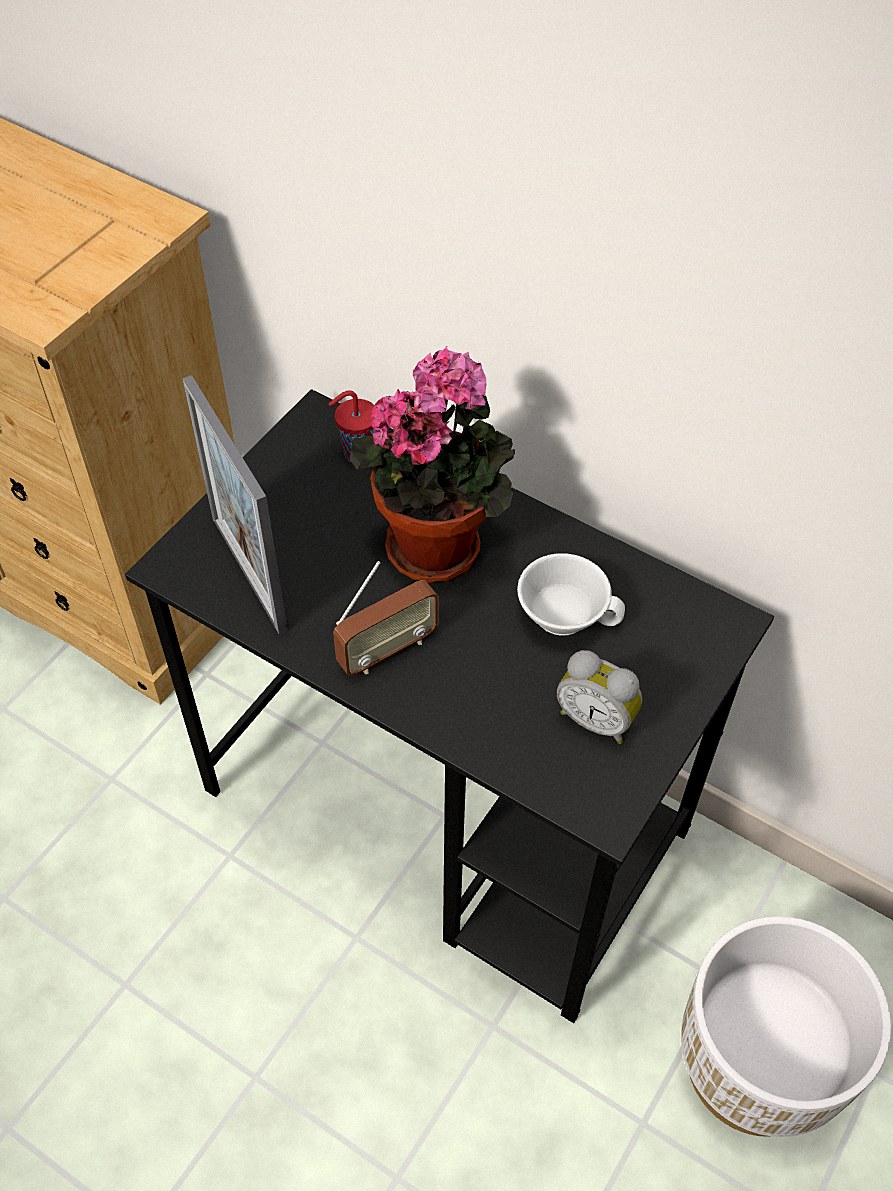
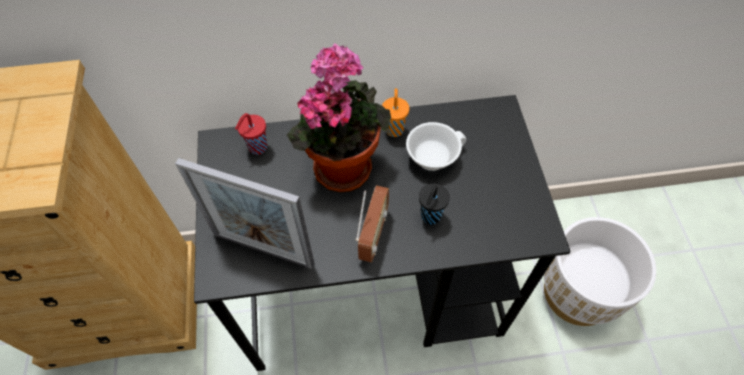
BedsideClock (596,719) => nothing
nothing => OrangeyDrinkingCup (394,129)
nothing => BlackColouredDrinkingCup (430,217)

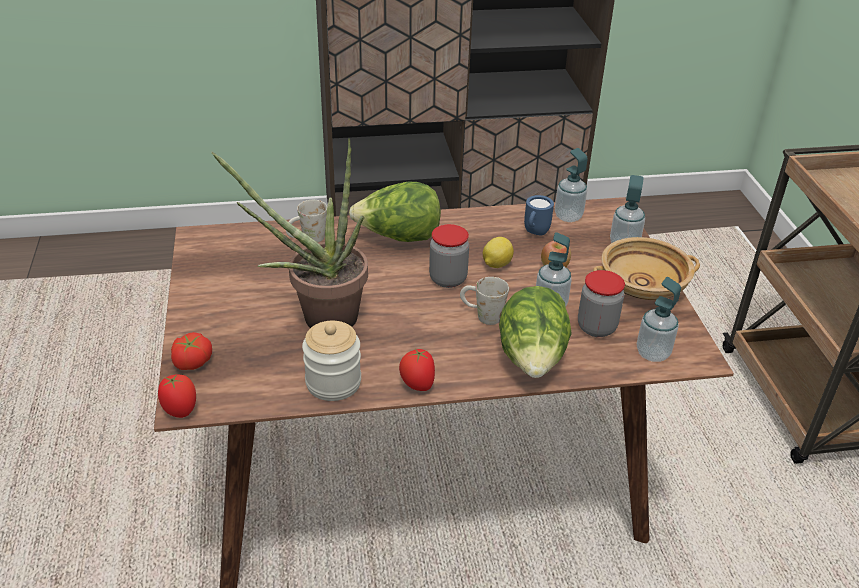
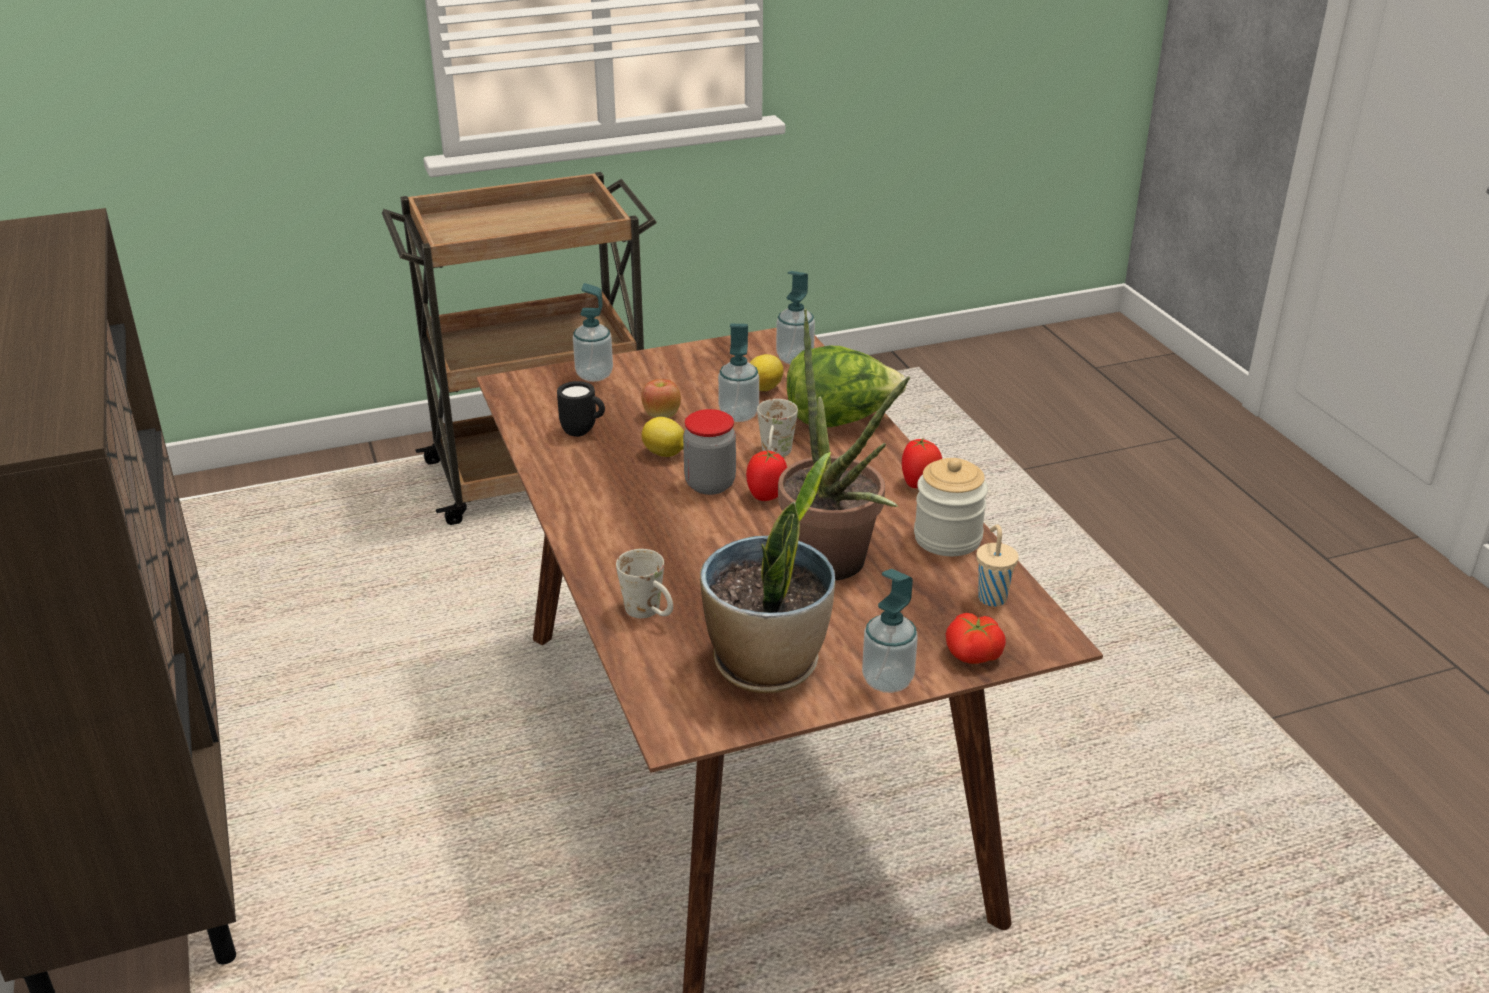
HeadOfLettuce (398,238) => nothing
SandColouredBowl (642,287) => nothing
nothing => Houseplant (767,665)
nothing => SandColouredDrinkingCup (991,597)
WholeTomato (180,410) => WholeTomato (767,495), moved
LiquidSoapBottle (568,216) => LiquidSoapBottle (887,680), moved
PreserveJar (596,327) => CitrusFruit (765,387)
BlueMug (535,233) => BlackColouredMug (583,432)

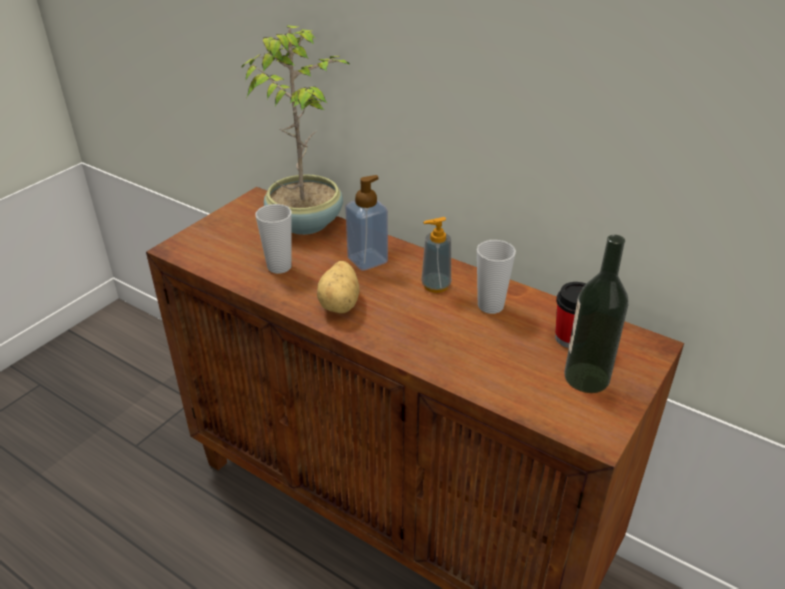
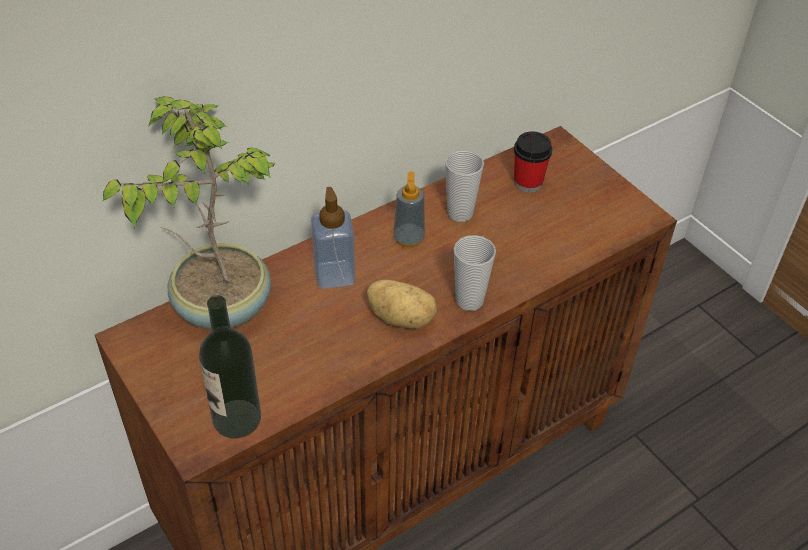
DrinkingCup (279,267) => DrinkingCup (469,300), moved
Bottle (586,377) => Bottle (237,418), moved

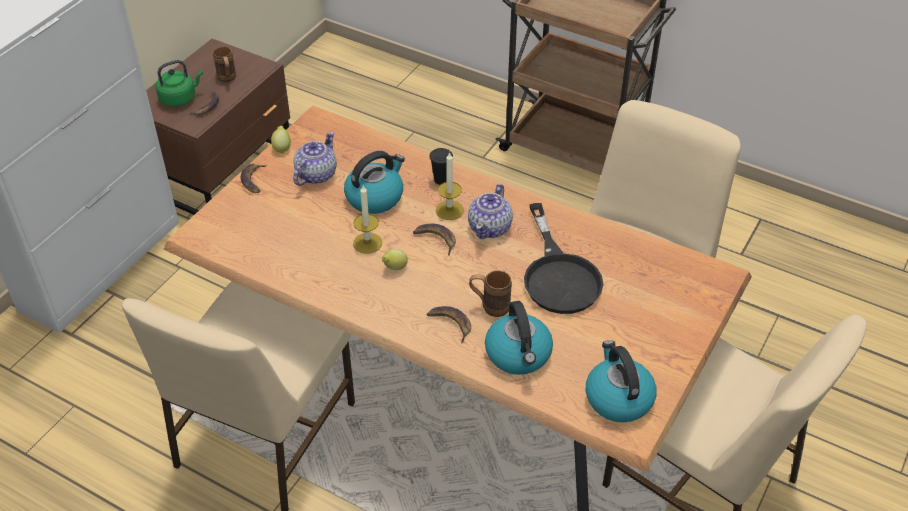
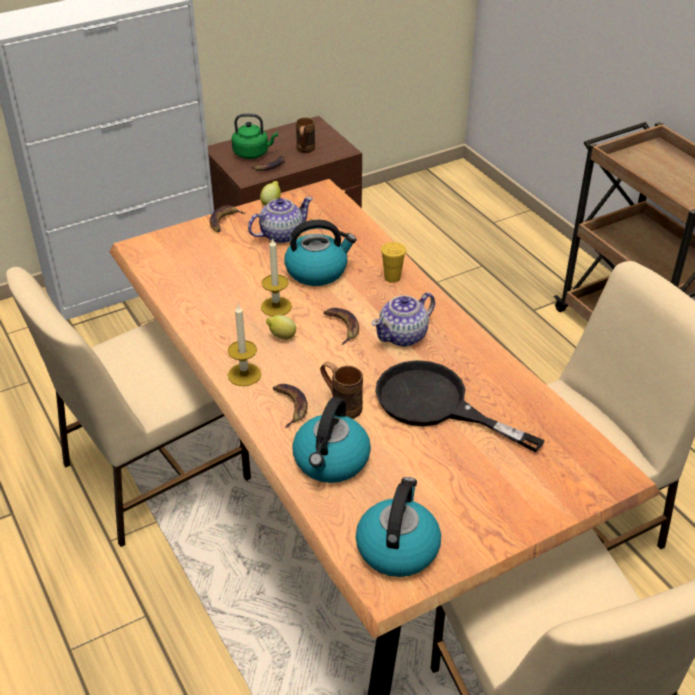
Candle (449,210) => Candle (244,374), moved
BlackColouredDrinkingCup (441,180) => YellowColouredDrinkingCup (392,278)
BlackColouredPan (559,275) => BlackColouredPan (435,405), 105 degrees clockwise

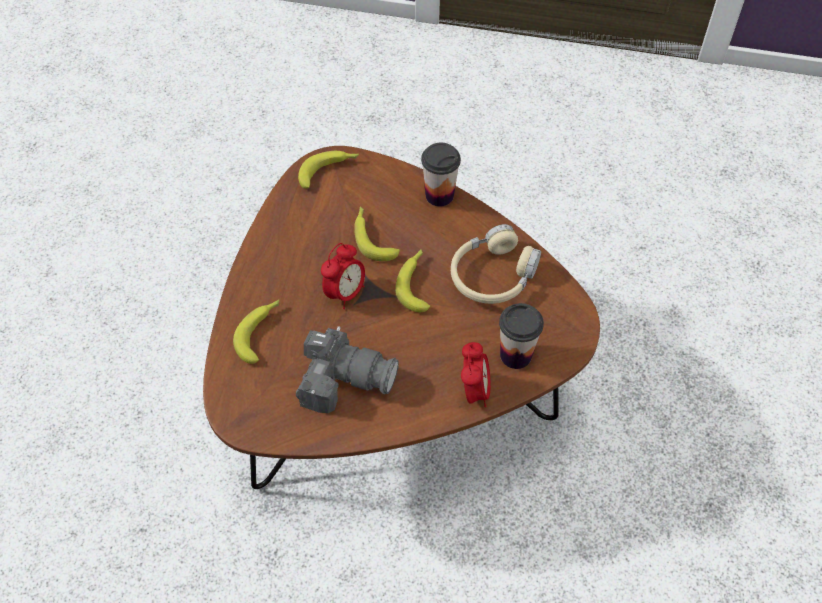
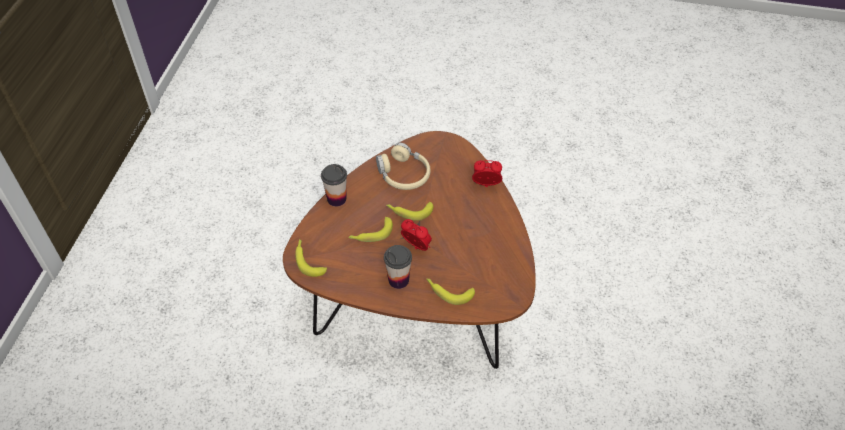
StillCamera (344,379) => nothing
DrinkingCup (515,355) => DrinkingCup (398,280), moved

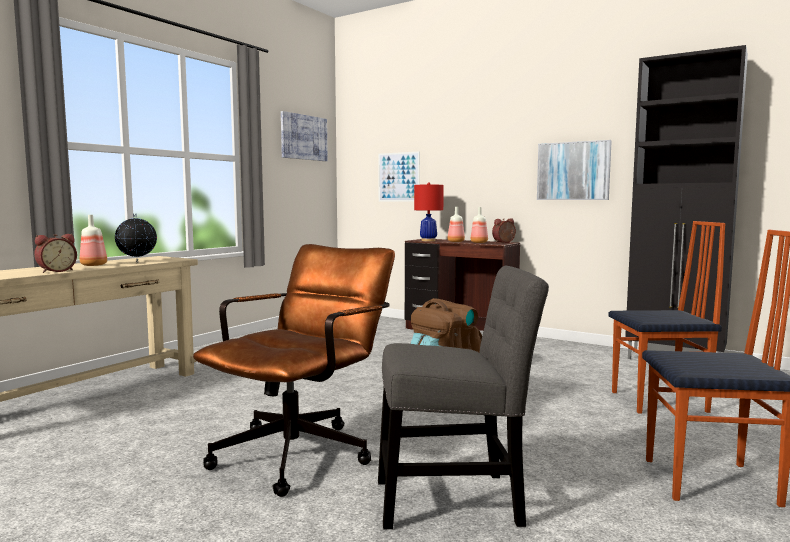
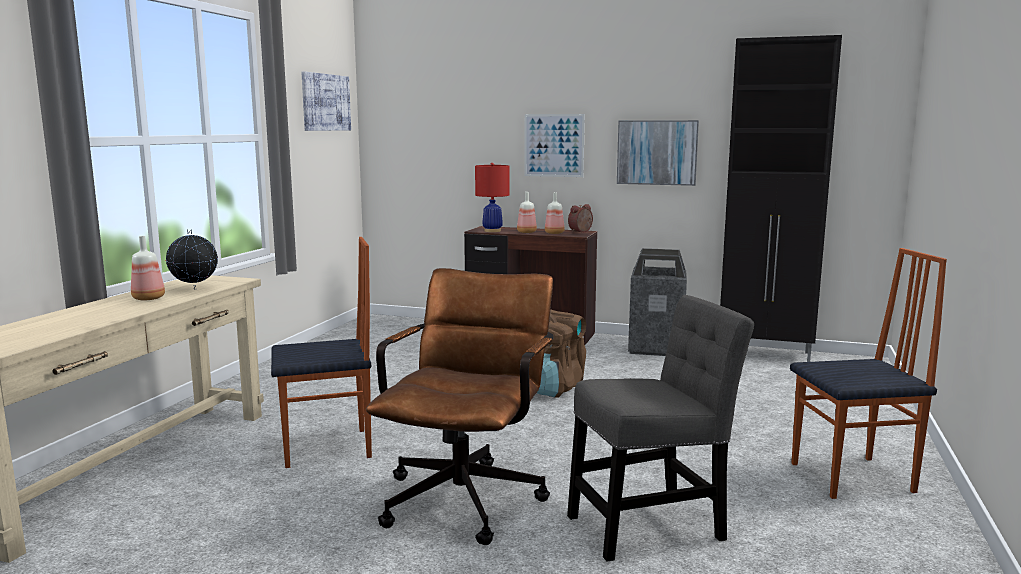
BedsideClock (56,271) => nothing
nothing => WasteBin (655,348)
Picture (398,177) => Picture (554,145), moved
UprightChair (660,402) => UprightChair (328,448), moved

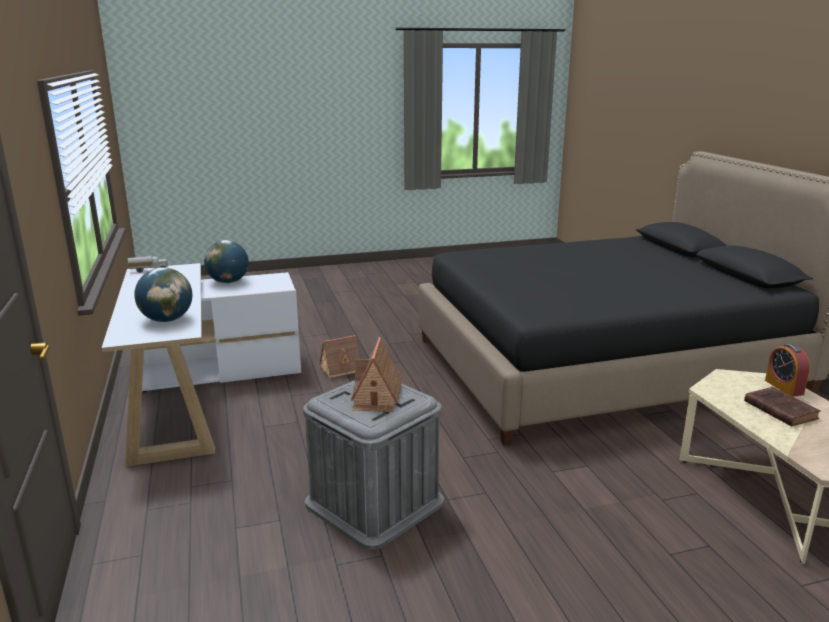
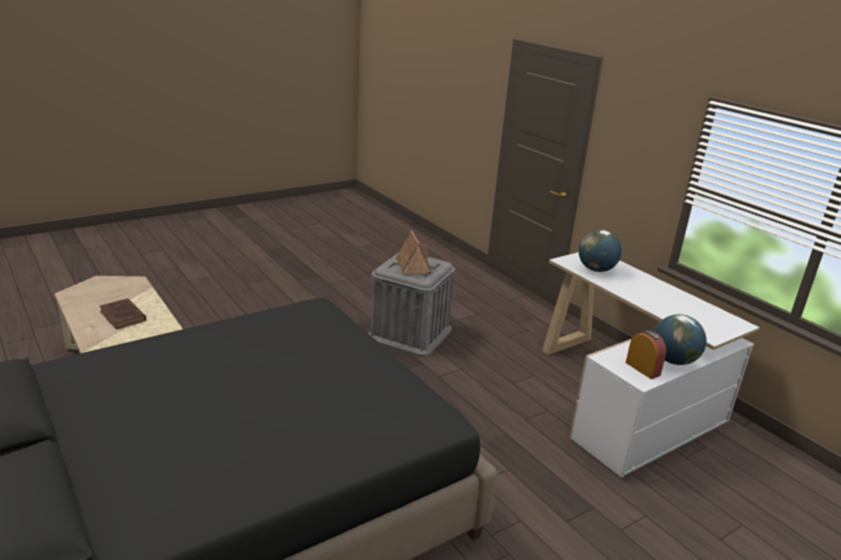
ToyTruck (149,270) => nothing
ToyHouse (343,369) => nothing
BedsideClock (784,387) => BedsideClock (642,369), moved

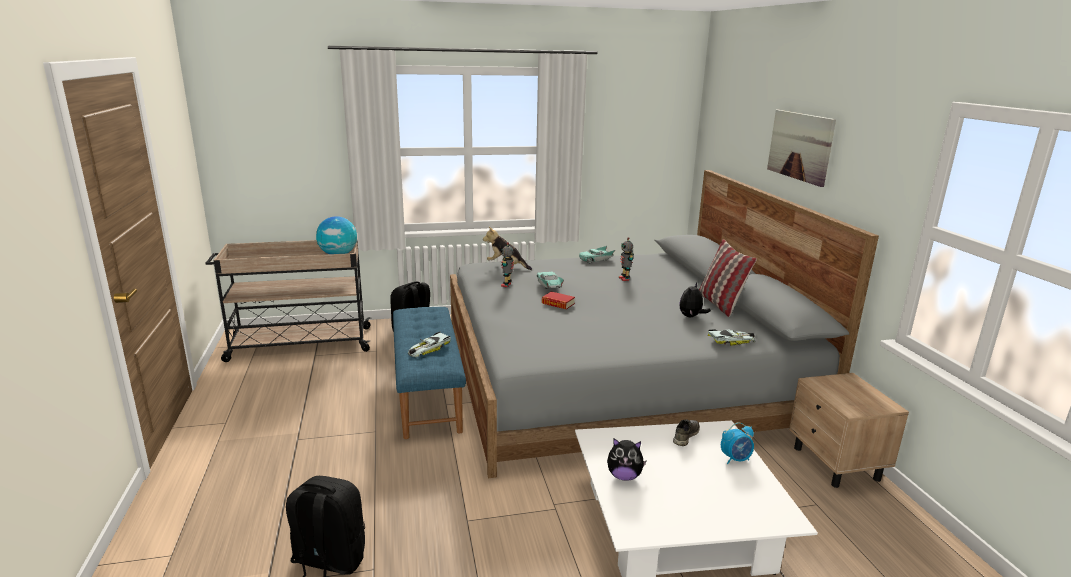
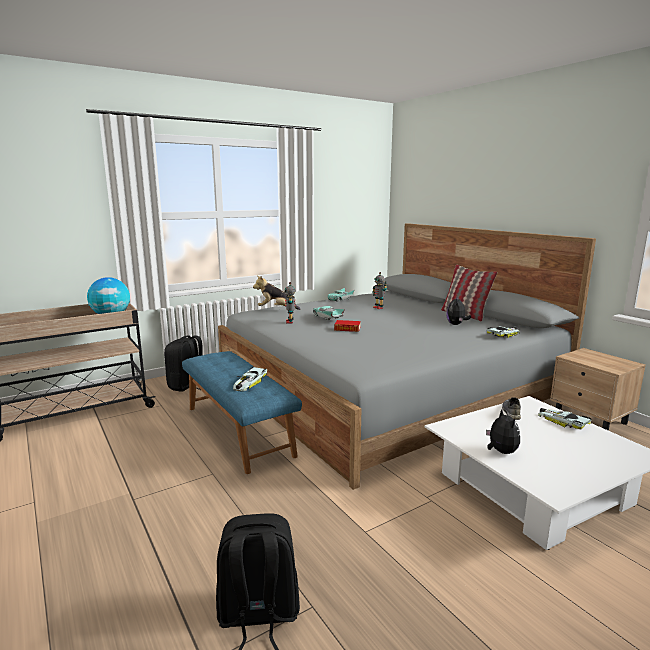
Picture (800,146) => nothing
BedsideClock (735,459) => ToyCar (562,421)
CuddlyToy (624,476) => CuddlyToy (501,451), 90 degrees counterclockwise

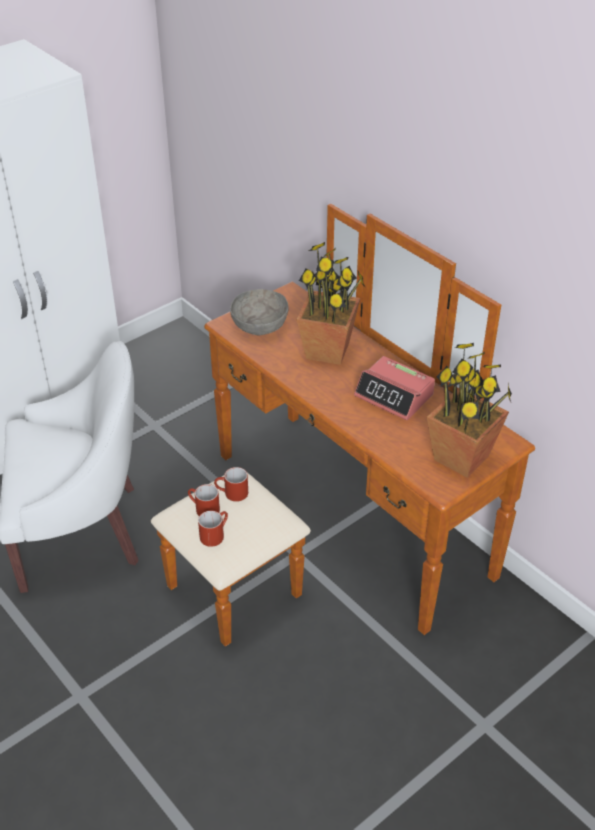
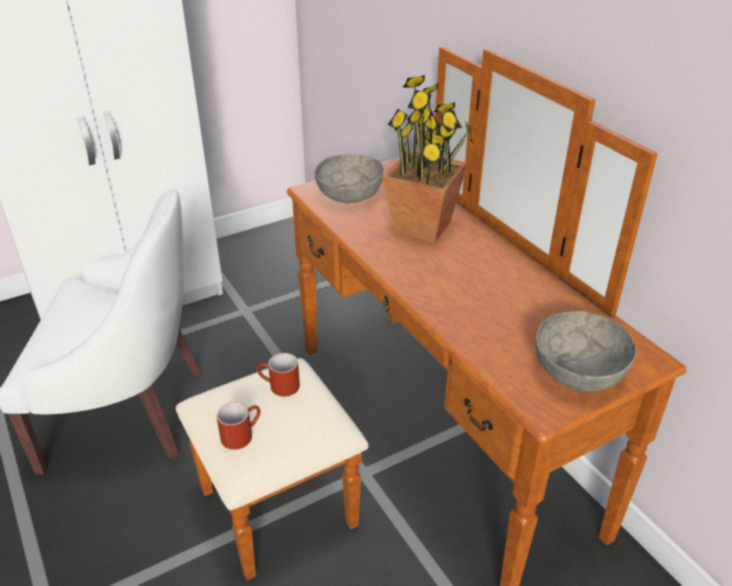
RedMug (203,509) => nothing
BedsideClock (394,395) => nothing
Houseplant (461,457) => GreyBowl (578,370)

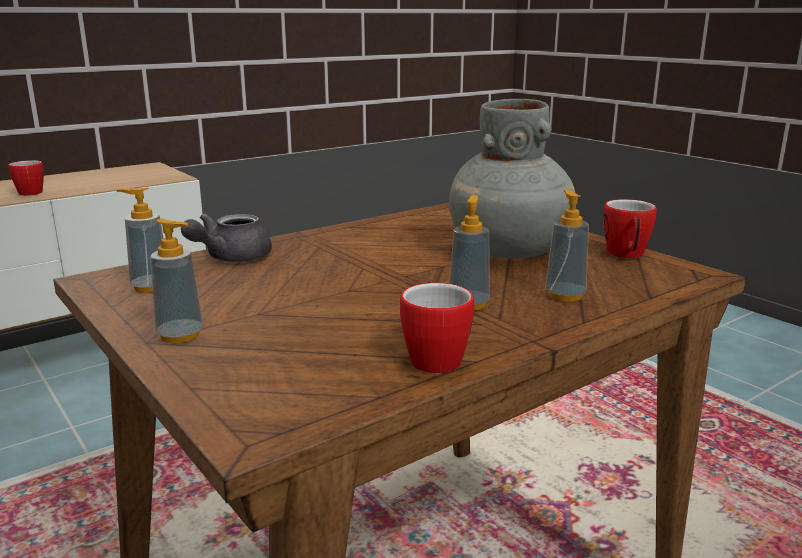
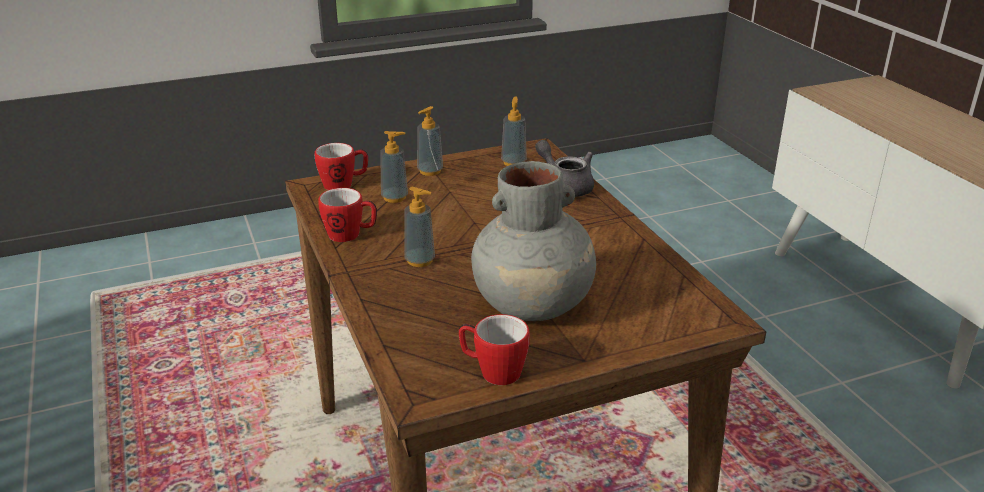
Mug (30,192) => Mug (344,185), moved
LiquidSoapBottle (565,295) => LiquidSoapBottle (394,197), moved

